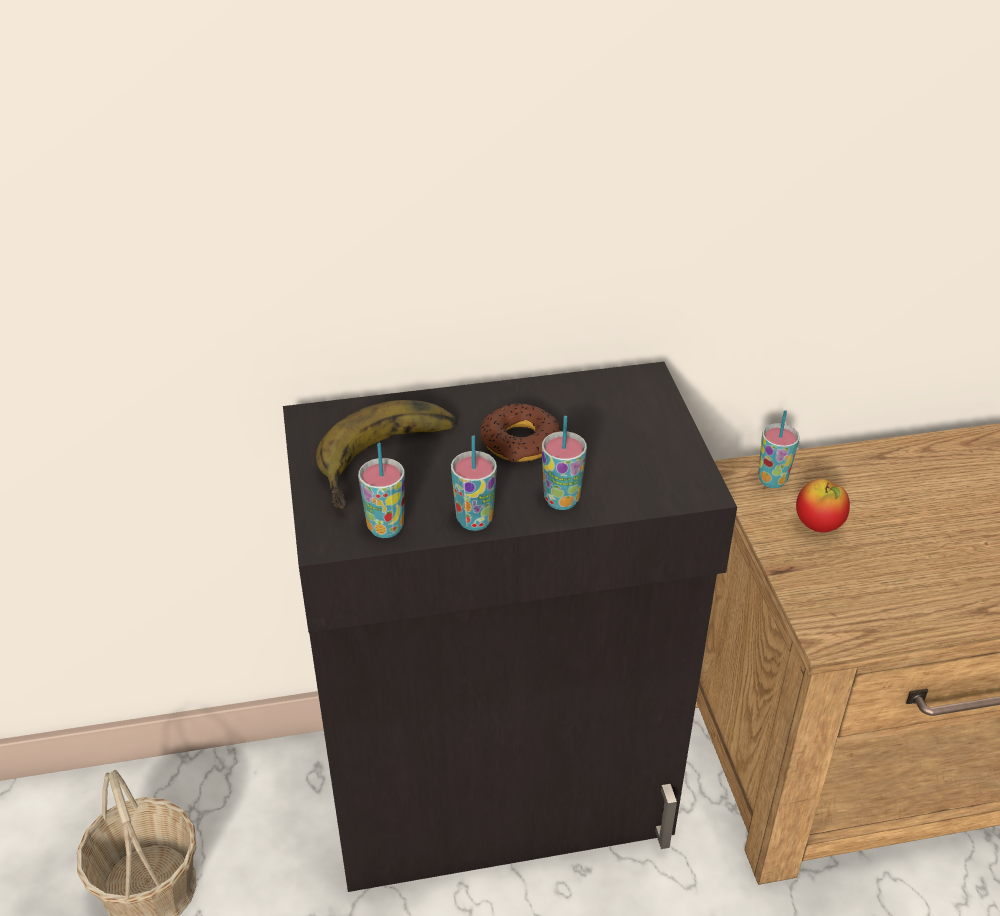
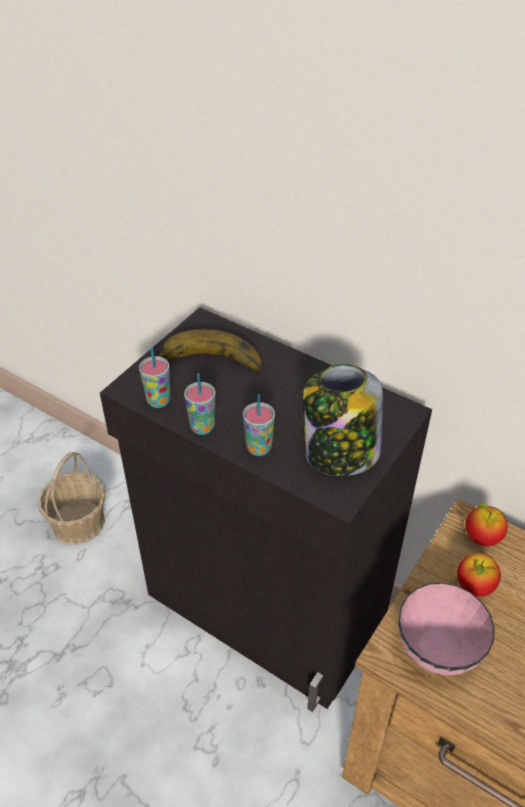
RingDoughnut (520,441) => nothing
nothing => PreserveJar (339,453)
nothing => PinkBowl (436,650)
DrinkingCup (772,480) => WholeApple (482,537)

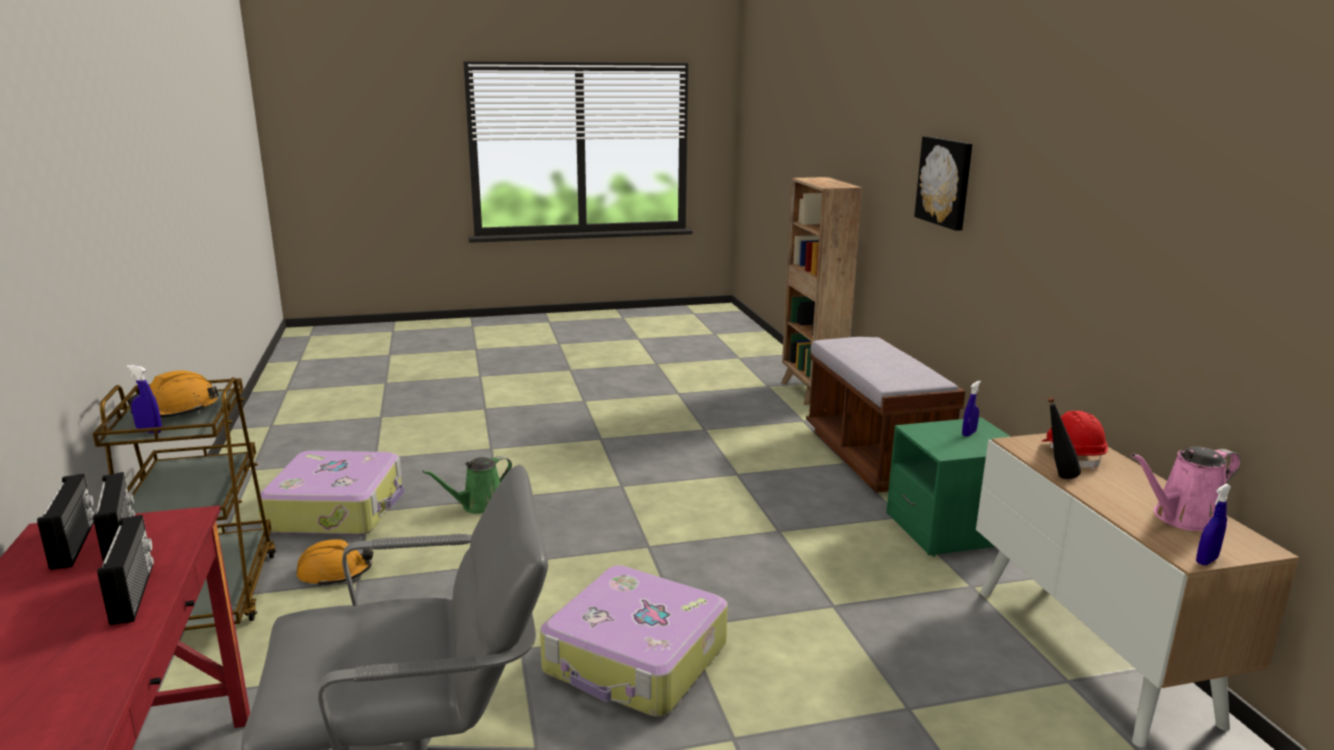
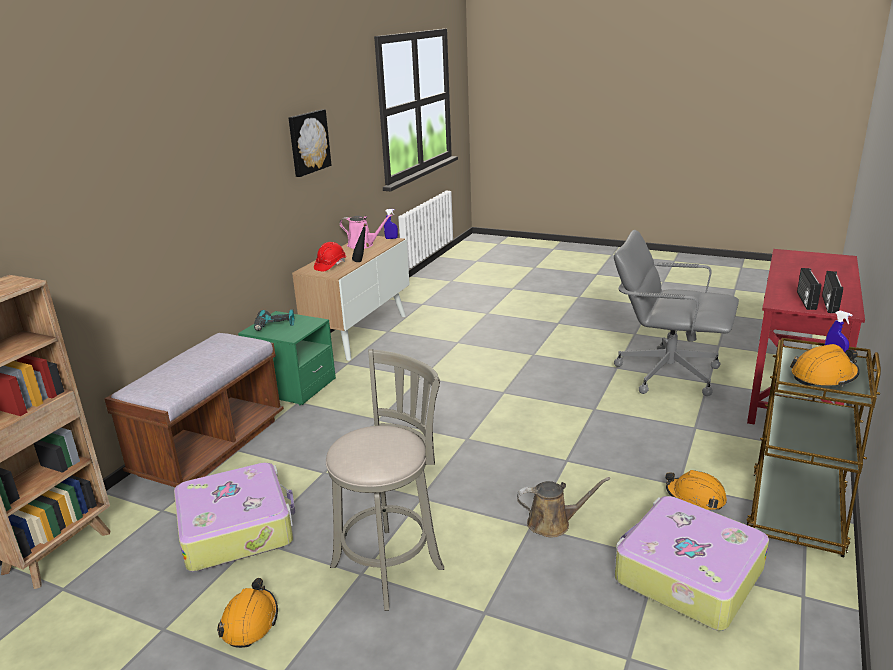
RadioSet (135,593) => nothing
nothing => OrangeyWorkHelmet (250,622)
nothing => GreySittingStool (391,564)
Suitcase (636,660) => Suitcase (237,528), moved
Picture (946,182) => Picture (308,142), moved
BlueHandSprayer (969,433) => PowerDrill (275,326)
GreenishWateringCan (479,506) => BrownishWateringCan (553,523)

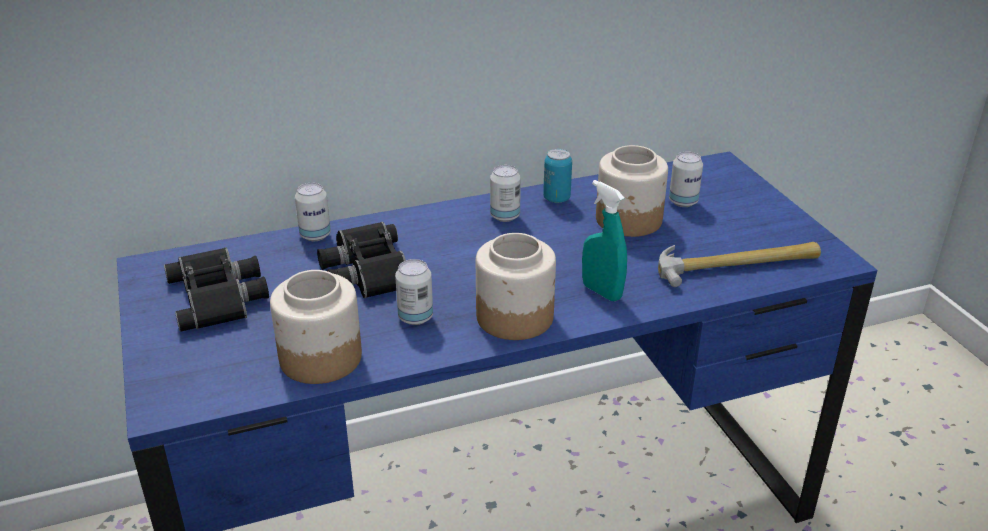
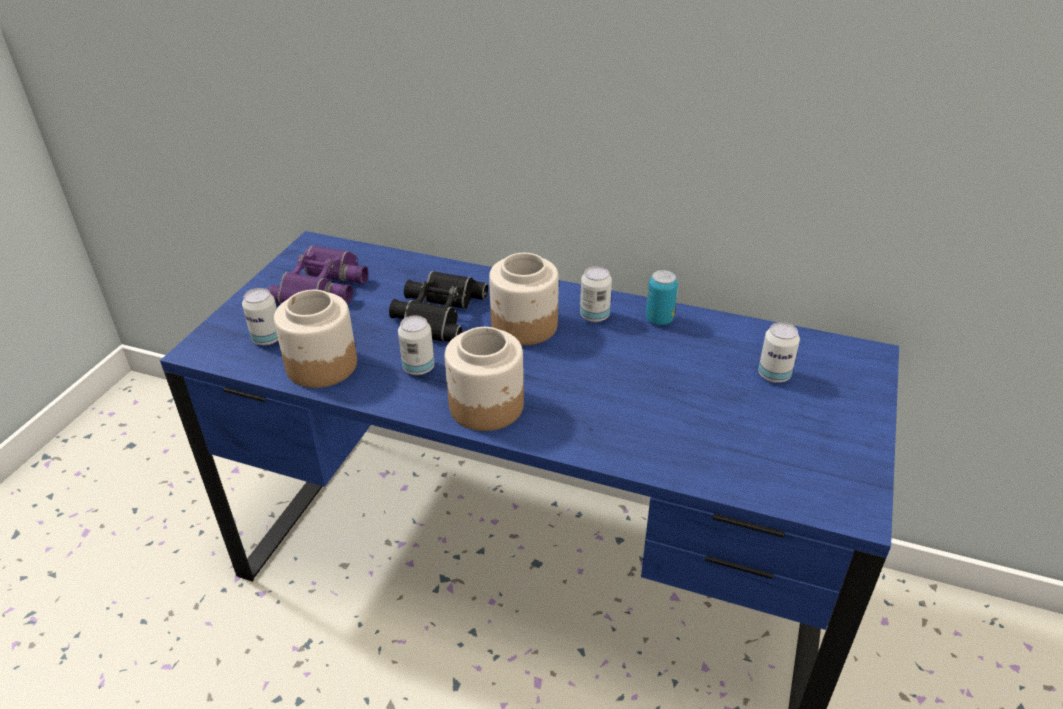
TurquoiseColouredHandSprayer (601,292) => nothing
HandHammer (738,265) => nothing
MetalCan (315,235) => MetalCan (267,339), moved
PreserveJar (629,220) => PreserveJar (524,326), moved
BlackColouredPairOfBinoculars (220,296) => PurplePairOfBinoculars (324,287)

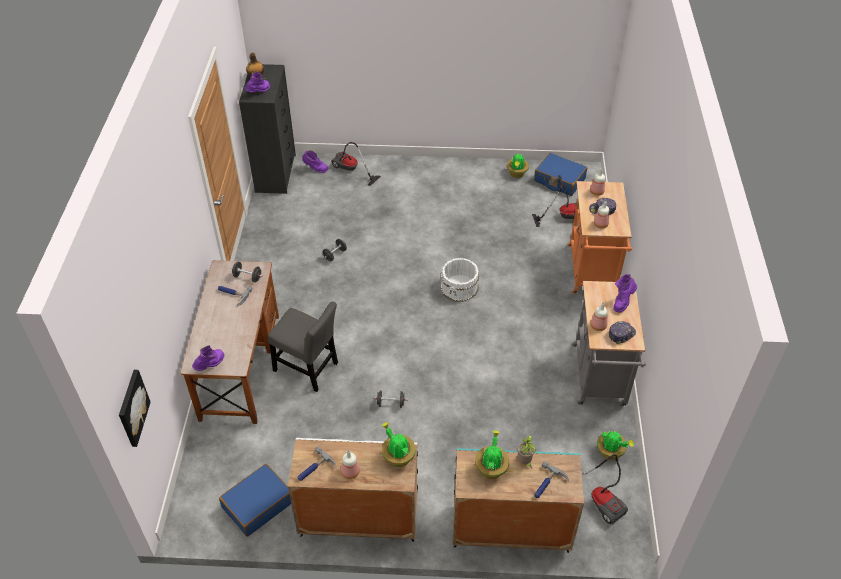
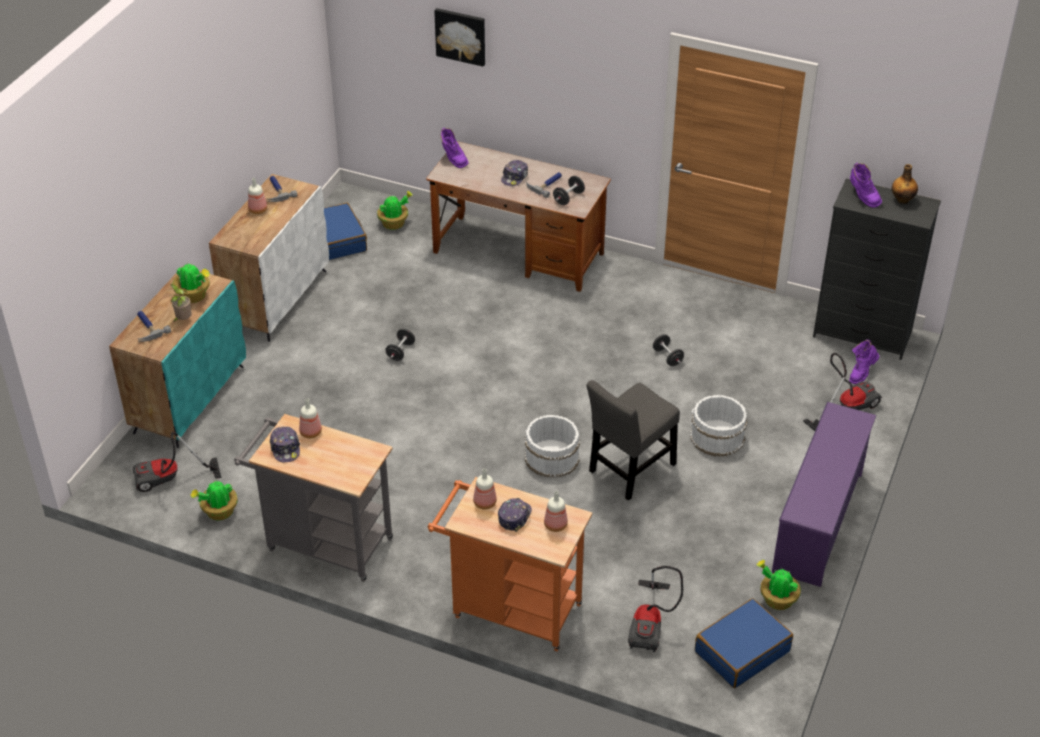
PurpleTallBoot (622,301) => nothing
nothing => BaseballCap (515,177)
nothing => WhiteColouredPail (717,437)
nothing => PurpleShoeRack (819,523)
Picture (132,408) => Picture (461,36), moved
GreyUprightChair (308,369) => GreyUprightChair (629,470), moved
Houseplant (398,456) => Houseplant (394,223), moved

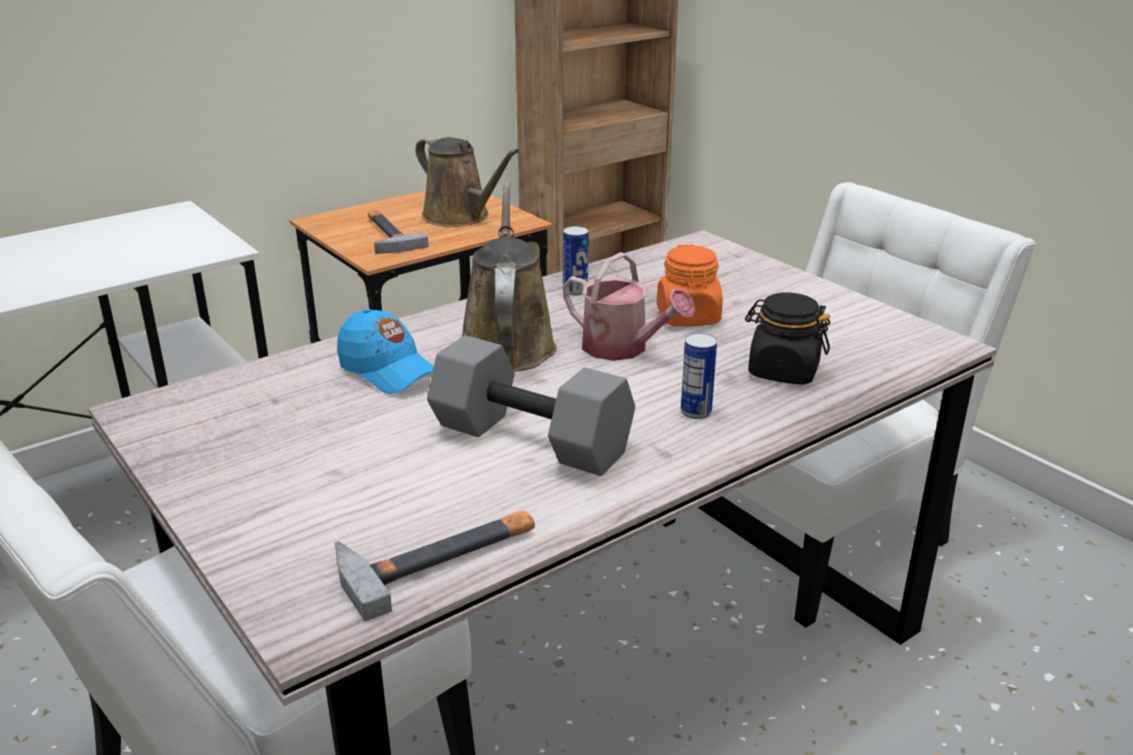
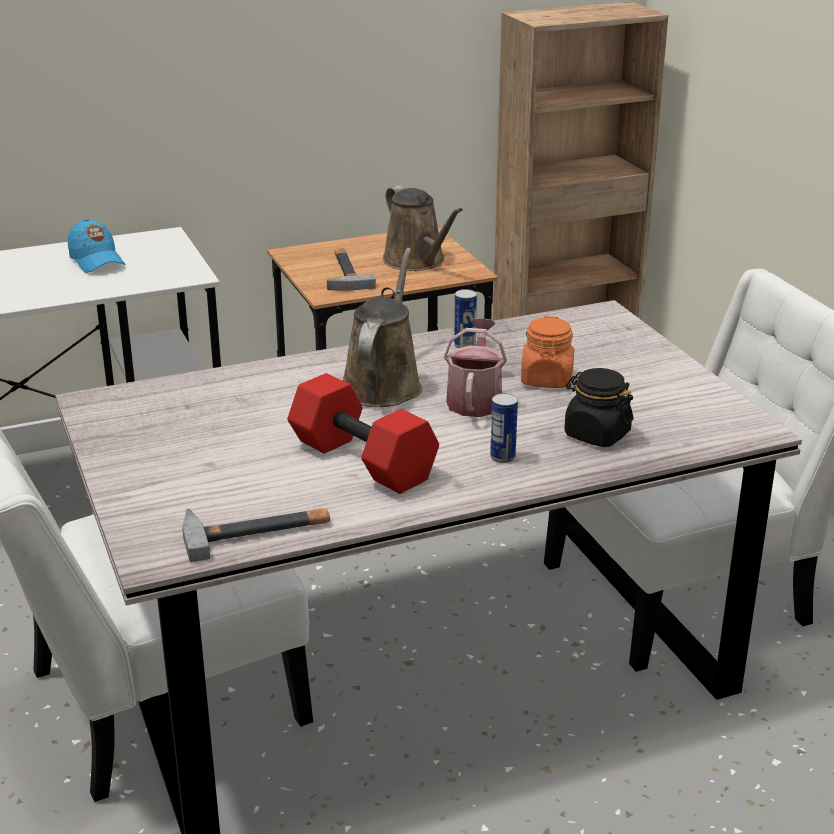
BlueBaseballCap (388,371) => BlueBaseballCap (96,261), moved
GreyDumbbell (527,440) => RedDumbbell (359,461)
WateringCan (622,348) => WateringCan (475,399), 135 degrees counterclockwise

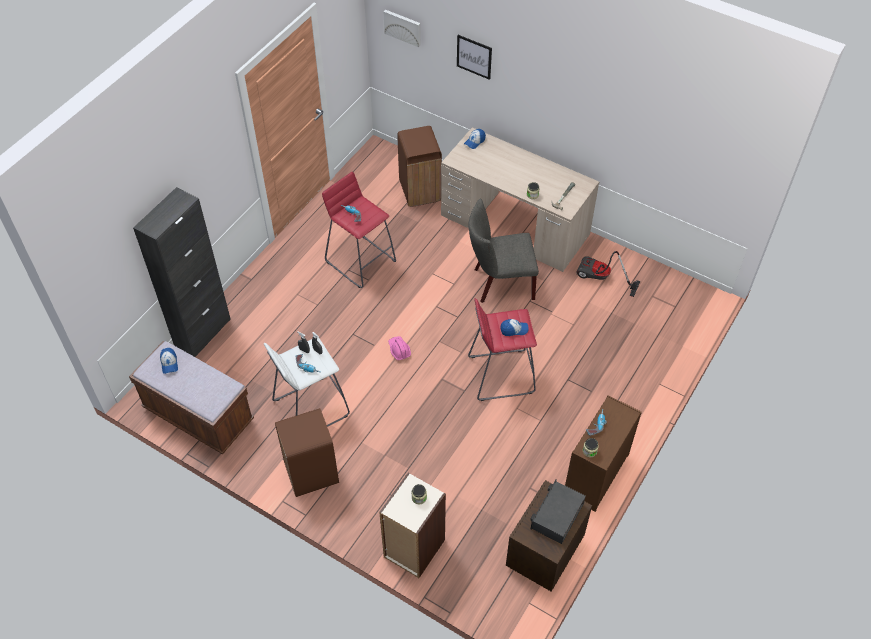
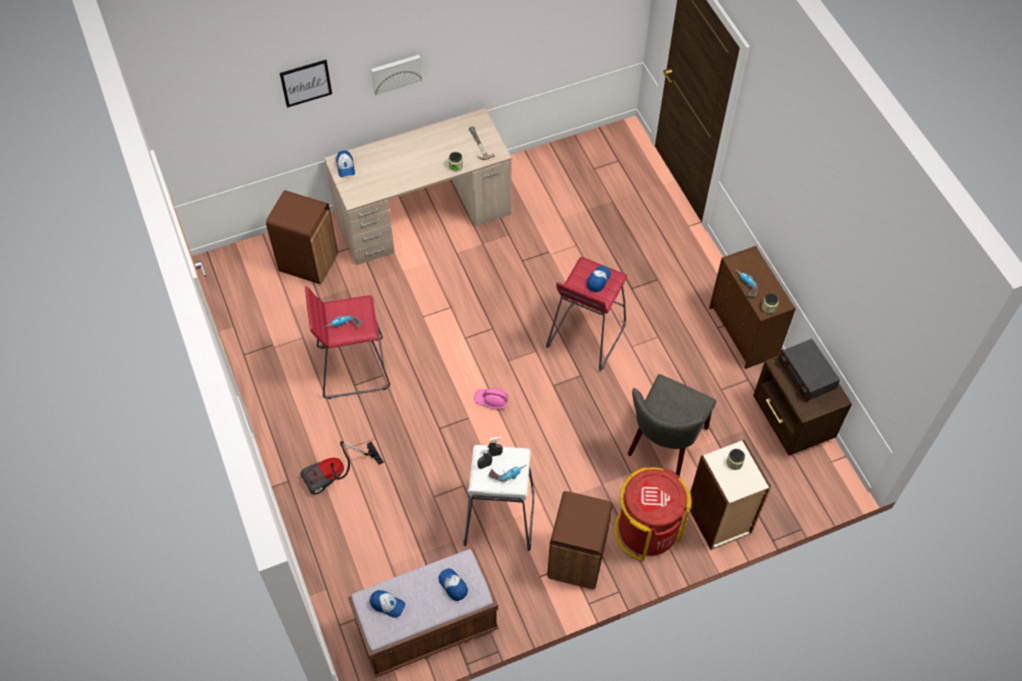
BlackColouredStorageCabinet (203,333) => nothing
nothing => BaseballCap (453,586)
nothing => RedWasteBin (647,529)
Picture (403,27) => Picture (396,73), moved
GreyUprightChair (499,283) => GreyUprightChair (664,444), moved
VacuumCleaner (601,279) => VacuumCleaner (336,475), moved

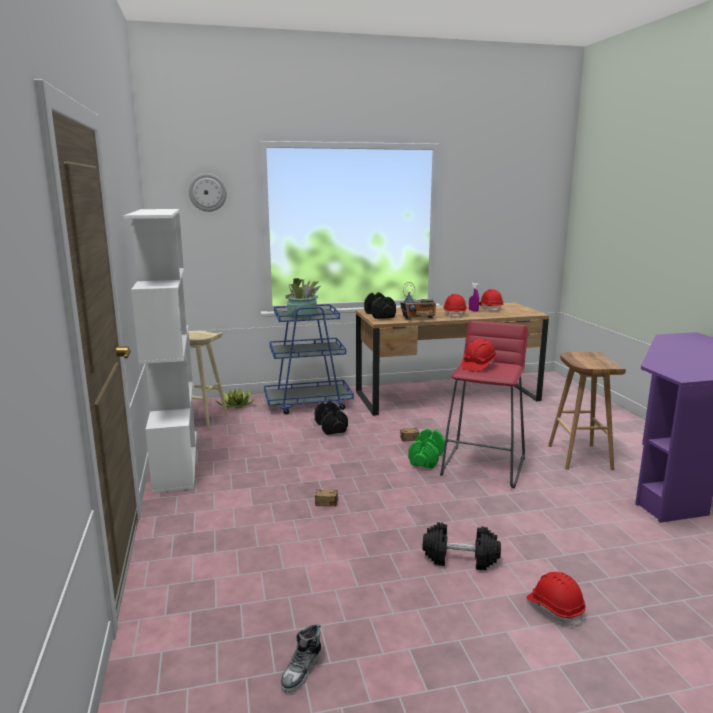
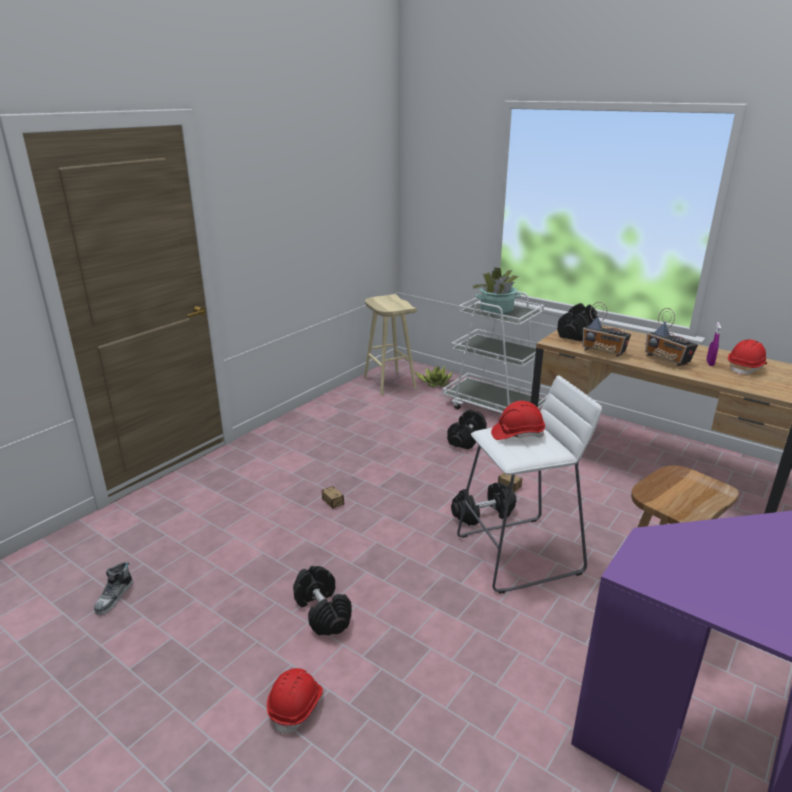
WhiteColouredBookshelf (175,459) => nothing
HangingClock (207,192) => nothing
RedWorkHelmet (454,314) => RadioSet (667,360)
BlueTrolley (308,404) => WhiteColouredTrolley (494,407)
GreenishDumbbell (426,458) => BlackColouredDumbbell (483,514)
RedSittingStool (484,466) => WhiteColouredSittingStool (520,554)
LowShoe (302,670) => LowShoe (114,597), 60 degrees counterclockwise

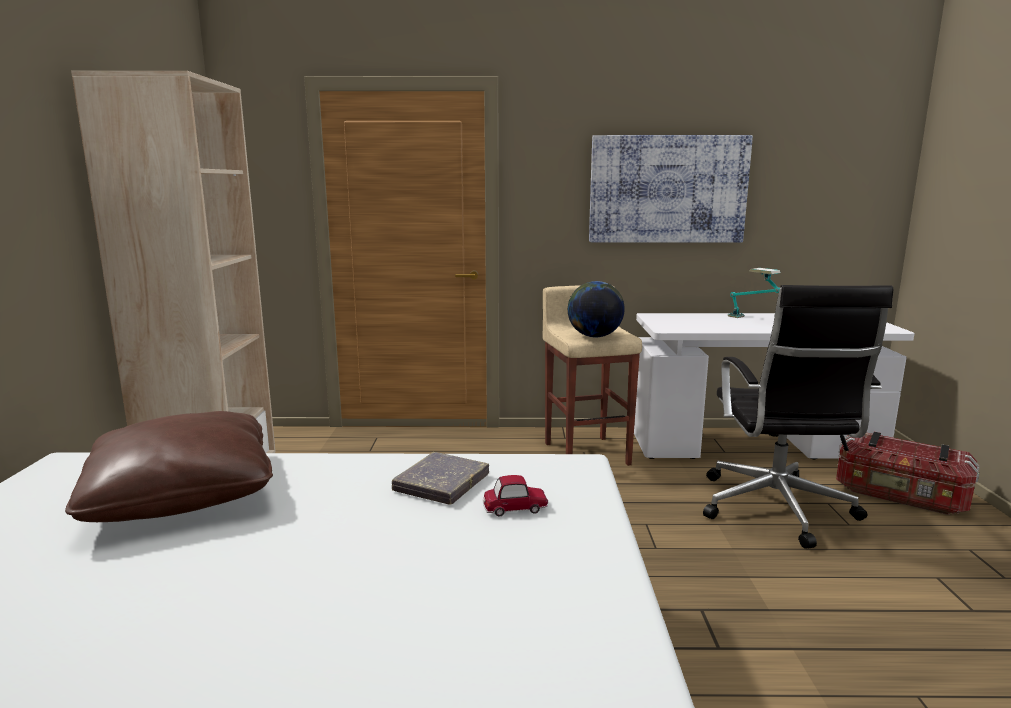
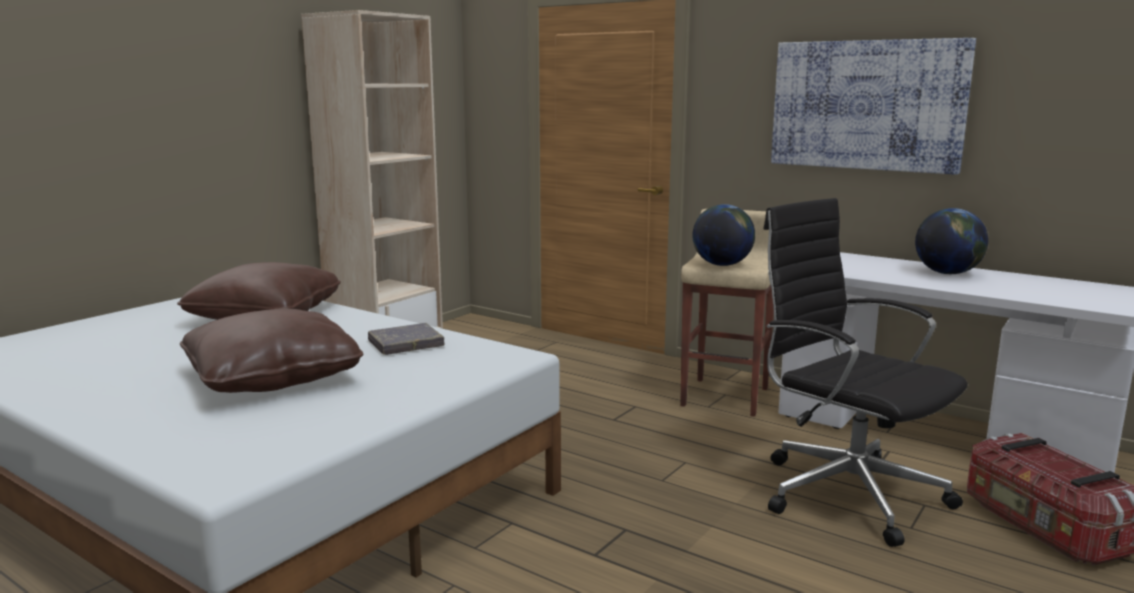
ToyCar (515,507) => nothing
nothing => BrownishPillow (273,378)
LampForATable (752,319) => DeskGlobe (947,273)
BlackColouredDeskChair (776,510) => BlackColouredDeskChair (846,492), 105 degrees clockwise

